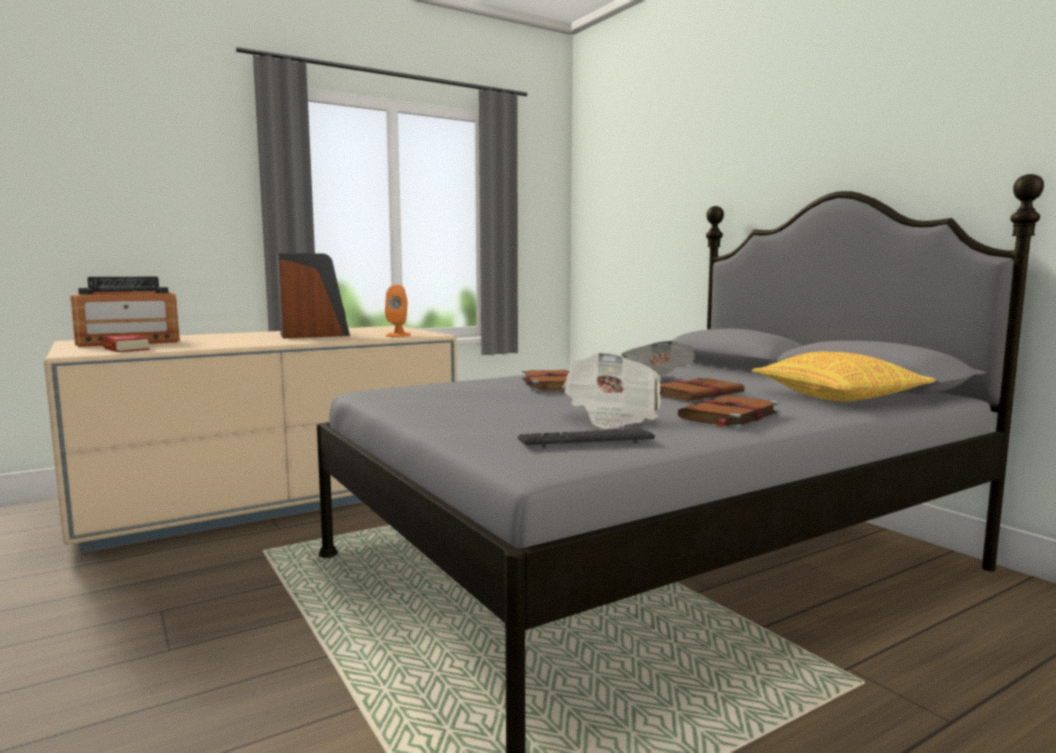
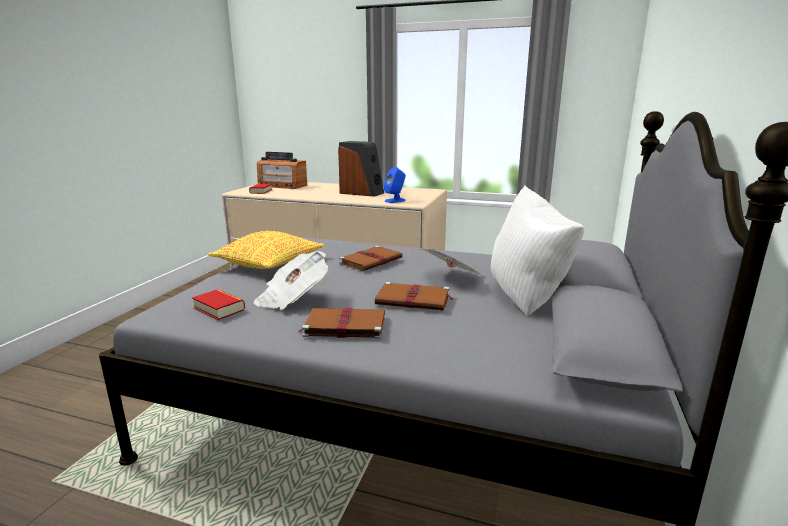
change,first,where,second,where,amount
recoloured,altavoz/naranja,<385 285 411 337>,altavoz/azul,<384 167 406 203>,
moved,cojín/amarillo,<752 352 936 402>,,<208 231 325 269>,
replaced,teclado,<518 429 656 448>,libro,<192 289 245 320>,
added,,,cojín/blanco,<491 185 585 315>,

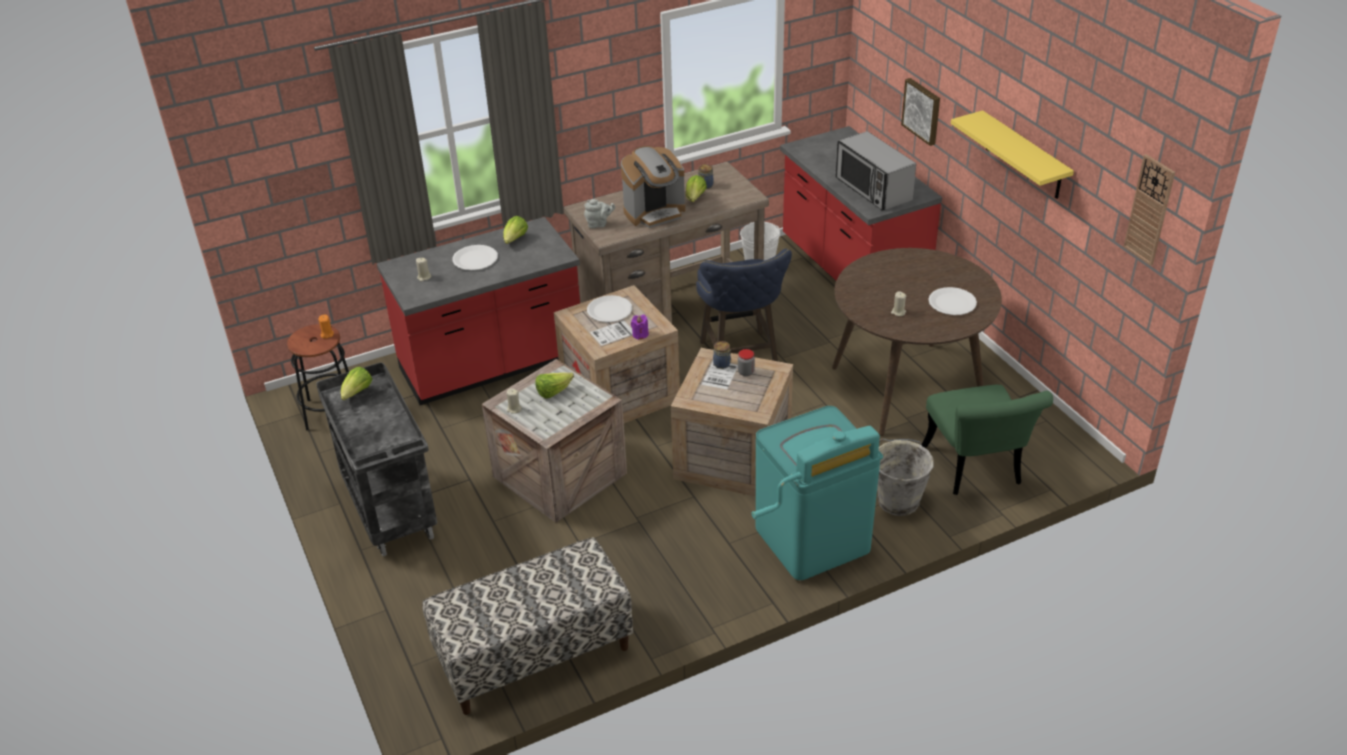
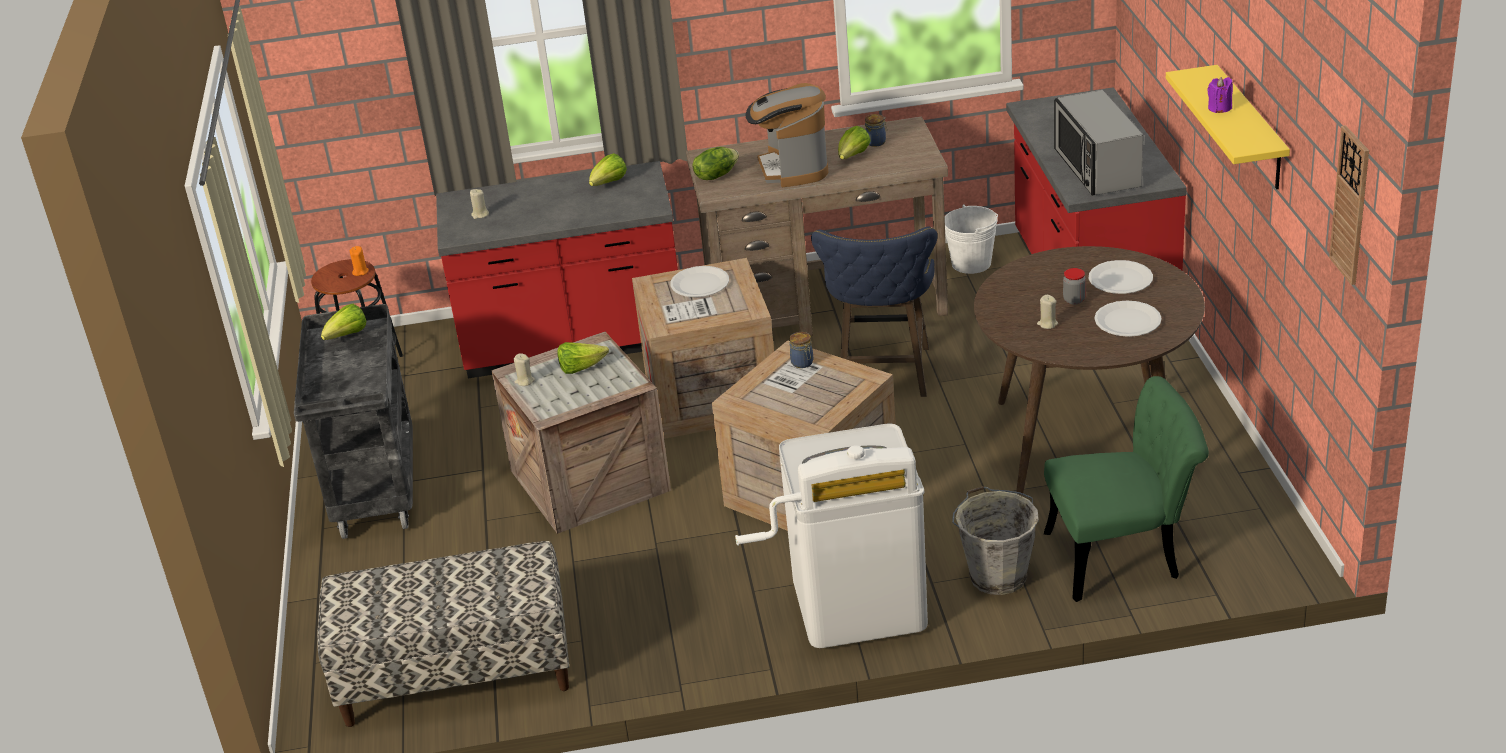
change,first,where,second,where,amount
removed,cuadro,<901 78 940 146>,,,
turned,cafetera,<621 146 685 228>,,<746 83 828 187>,90 degrees clockwise
replaced,tetera/gris,<584 199 615 228>,lechuga,<692 147 739 180>,
moved,plato/blanco,<452 245 498 270>,,<1089 260 1153 294>,
moved,vela/morado,<631 314 649 340>,,<1207 77 1233 113>,
moved,tarro,<738 349 755 376>,,<1063 268 1086 305>,
turned,silla/verde,<921 385 1053 495>,,<1044 376 1209 602>,105 degrees counterclockwise
recoloured,lavadora/turquesa,<751 406 883 580>,lavadora/blanco,<735 424 928 648>,

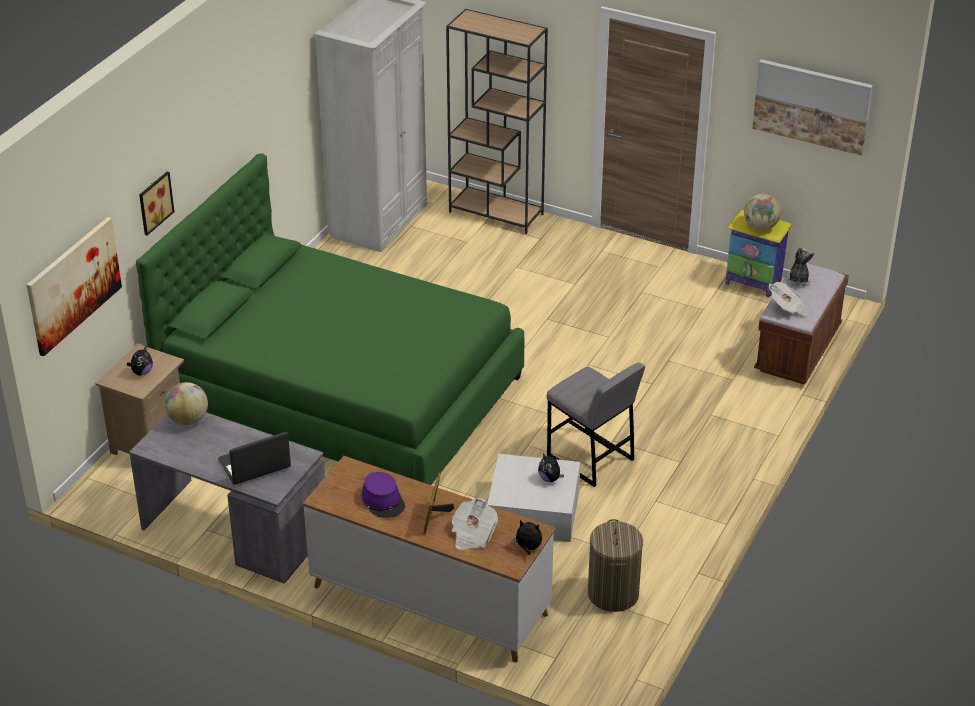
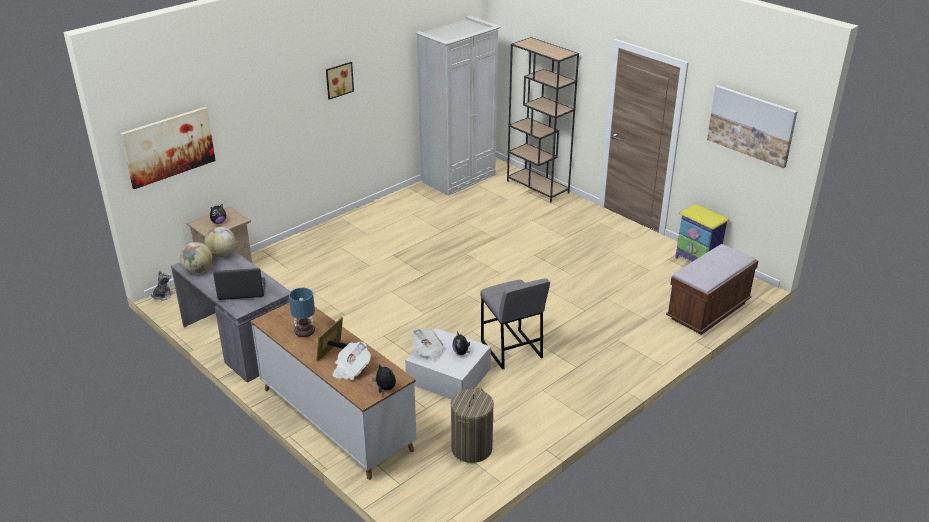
change,first,where,second,where,amount
removed,cama/verde,<136 153 524 485>,,,
moved,cuadro,<139 172 174 235>,,<326 62 354 100>,
moved,globo terráqueo,<744 194 781 230>,,<180 242 212 274>,
moved,peluche,<787 247 814 286>,,<151 271 175 301>,
moved,periódico,<769 282 806 316>,,<411 328 445 361>,
replaced,sombrero/morado,<362 472 405 518>,lámpara de mesa,<289 288 315 337>,

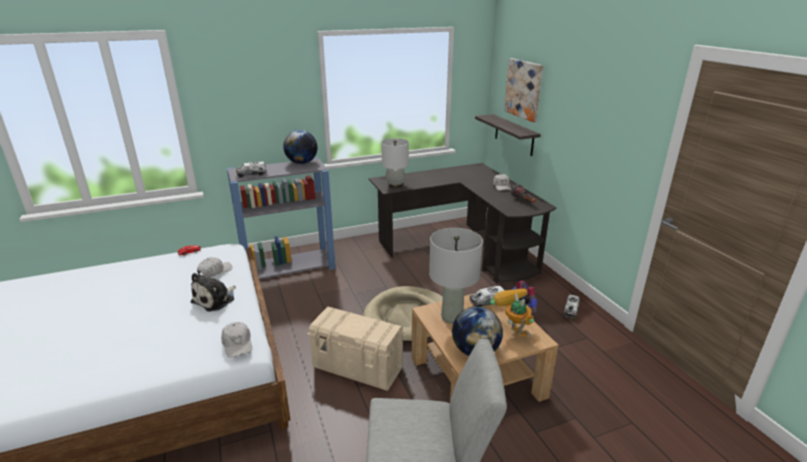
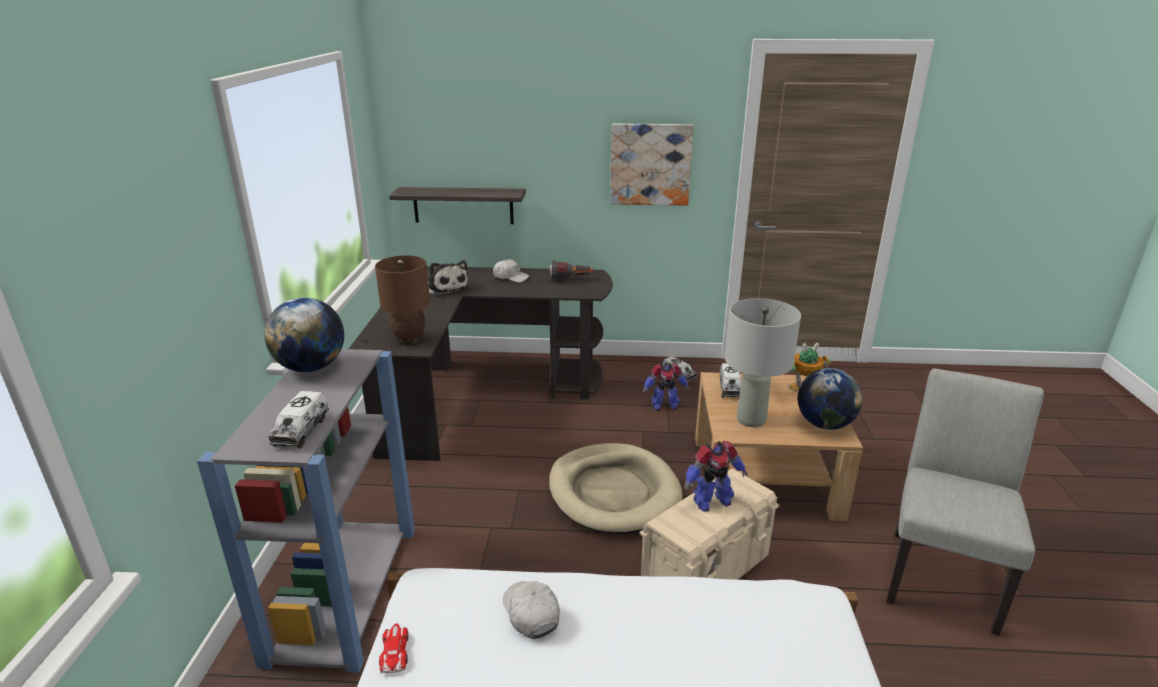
change,first,where,second,where,amount
moved,cuadro,<504 58 543 122>,,<610 123 694 206>,
recoloured,lámpara de mesa/blanco,<381 138 409 188>,lámpara de mesa/marrón,<375 255 430 345>,
moved,peluche,<191 273 236 312>,,<428 260 470 296>,
removed,gorra/blanco,<221 322 252 358>,,,
added,,,robot de juguete,<684 441 748 512>,

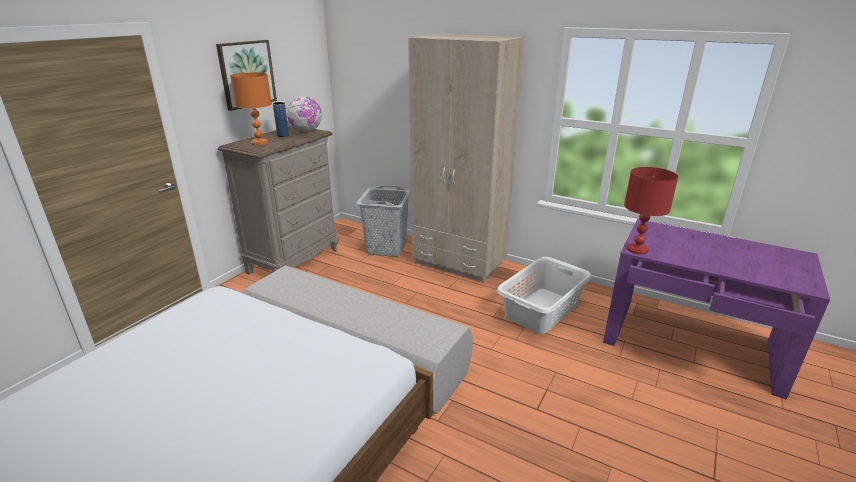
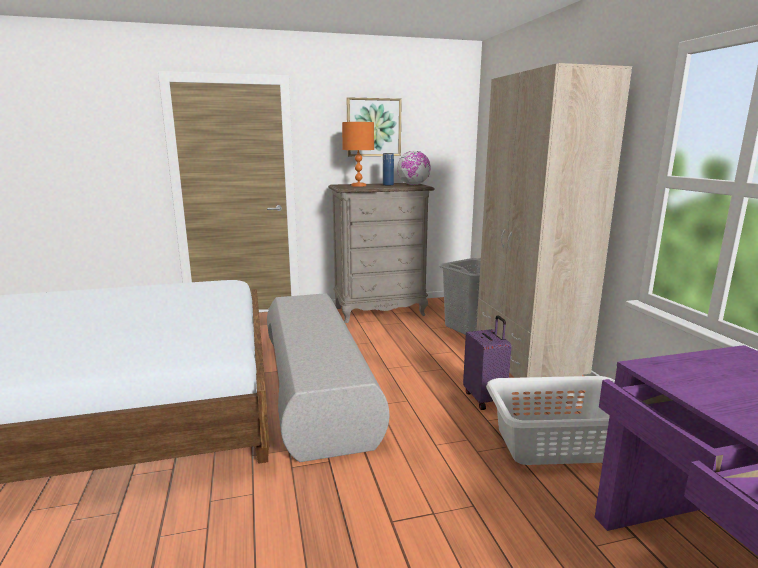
change,first,where,second,where,amount
removed,lámpara de mesa/rojo,<624 167 678 255>,,,
added,,,maleta/morado,<463 315 511 410>,

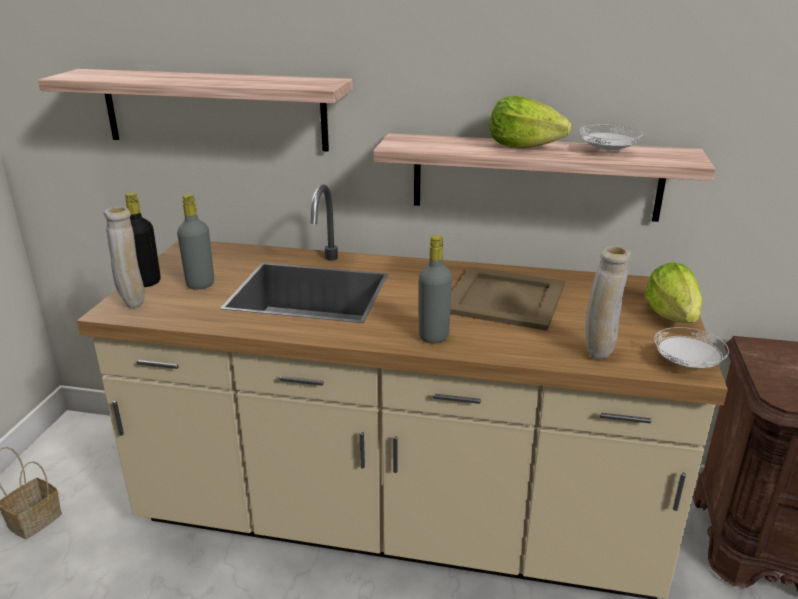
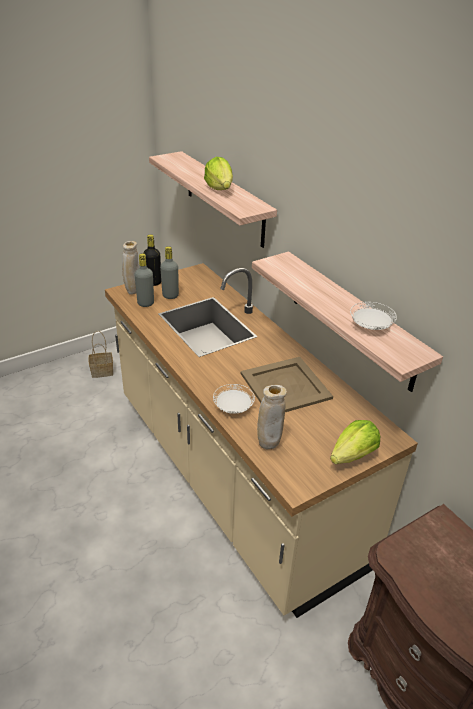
change,first,where,second,where,amount
moved,lechuga,<489 96 571 148>,,<204 157 233 190>,
moved,botella/gris,<419 235 452 344>,,<135 253 154 307>,
moved,plato/blanco,<654 327 729 368>,,<213 384 255 414>,

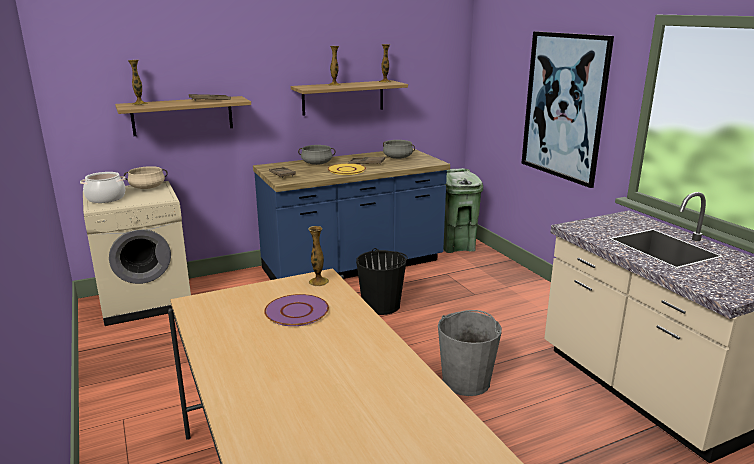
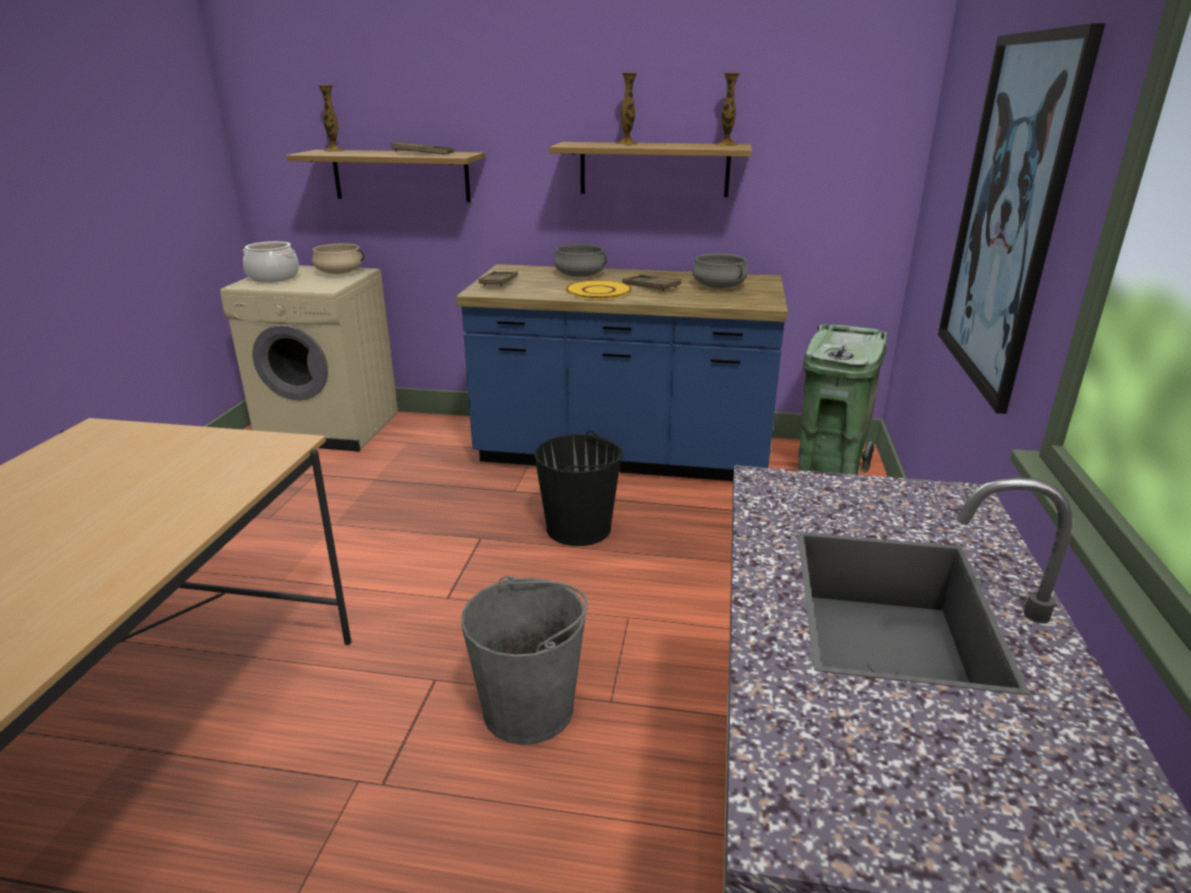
change,first,where,second,where,amount
removed,florero,<308 226 329 286>,,,
removed,plato/morado,<264 294 329 326>,,,

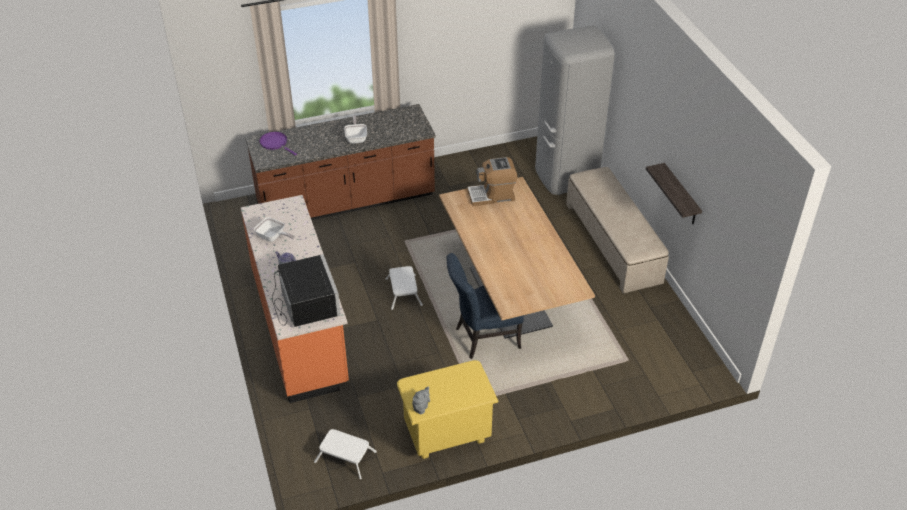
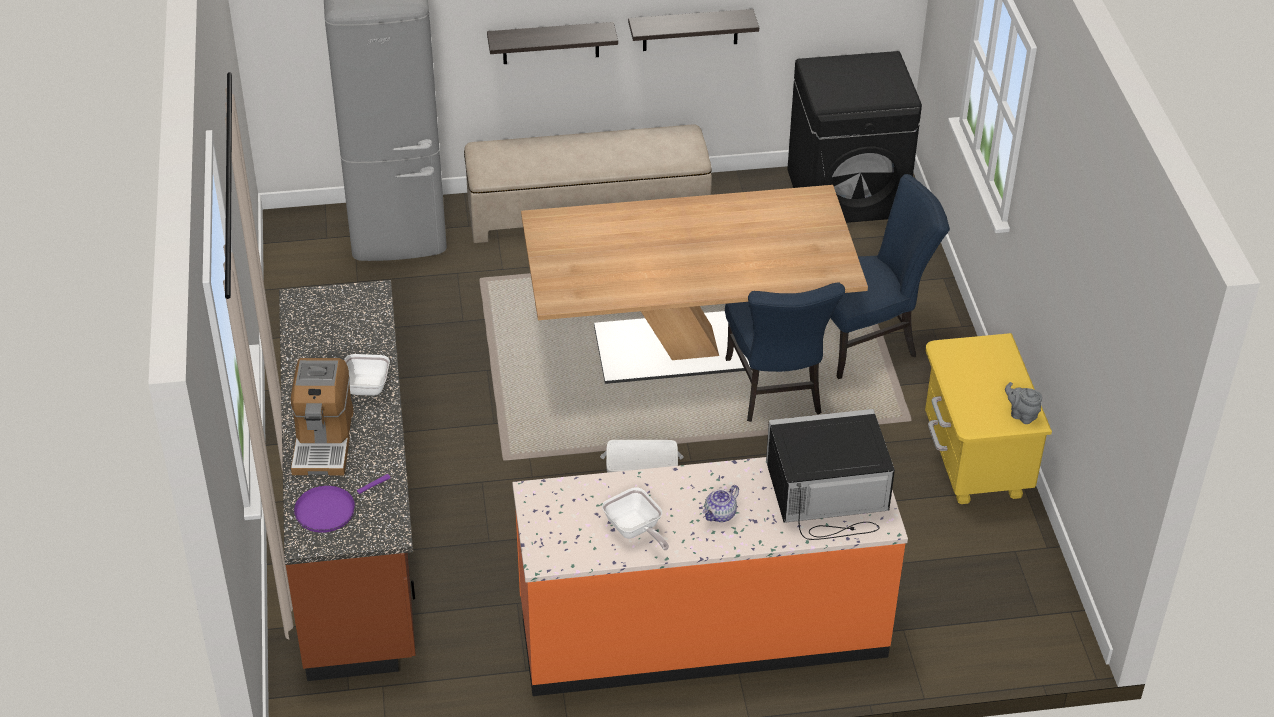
change,first,where,second,where,amount
moved,cafetera,<467 157 517 206>,,<291 358 354 475>,
turned,sartén,<254 217 295 242>,,<602 487 669 550>,105 degrees clockwise
removed,escalera de tijera/blanco,<314 429 377 479>,,,
added,,,estante,<487 22 618 64>,
added,,,lavadora/negro,<787 51 922 223>,
added,,,silla/azul,<831 174 950 379>,

